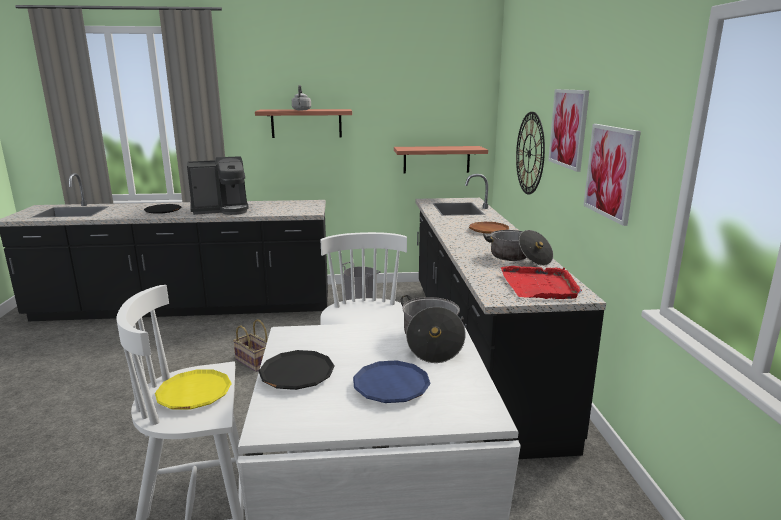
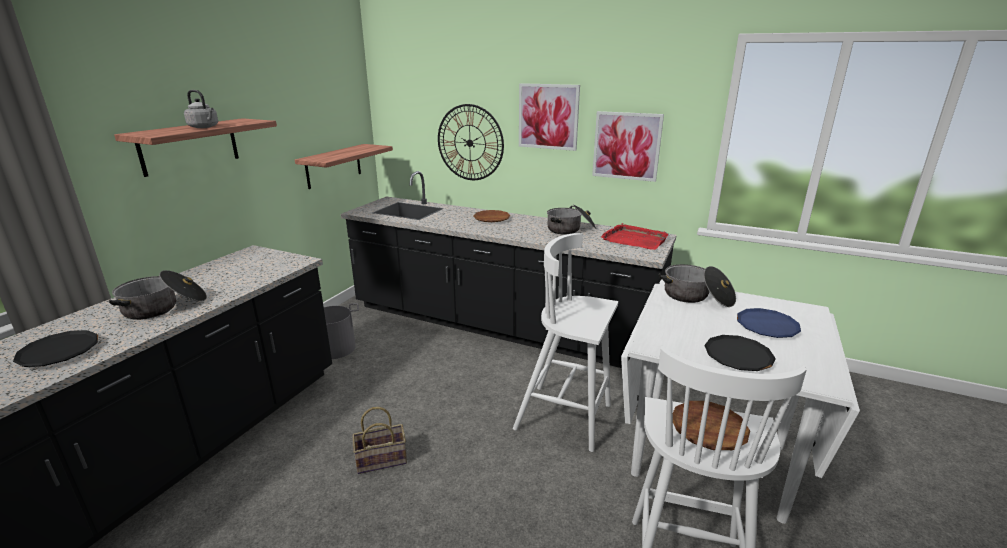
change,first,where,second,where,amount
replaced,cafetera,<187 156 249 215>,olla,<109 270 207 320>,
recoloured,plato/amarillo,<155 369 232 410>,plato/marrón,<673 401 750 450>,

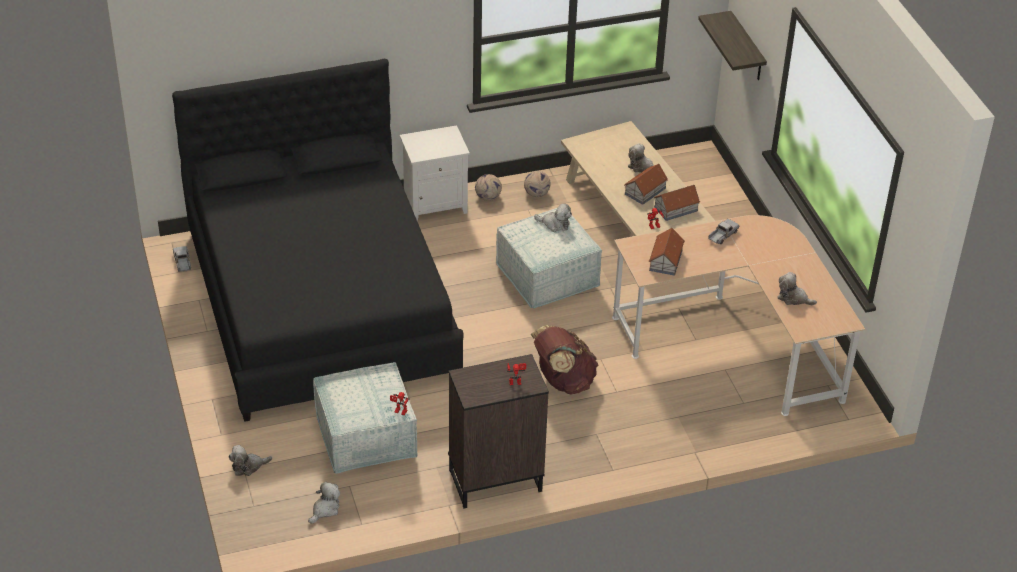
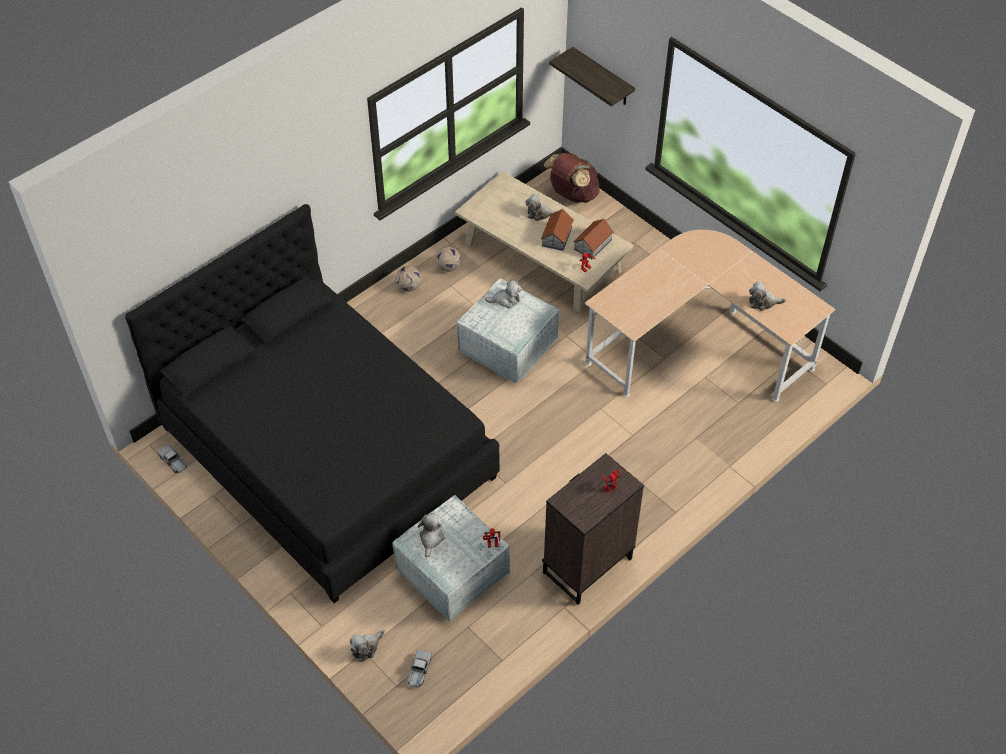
change,first,where,second,where,amount
removed,mesita de noche/blanco,<400 125 470 221>,,,
moved,camión de juguete,<708 219 739 244>,,<408 650 432 688>,
removed,casita,<649 228 685 276>,,,
moved,mochila/marrón,<531 325 598 394>,,<544 153 600 203>,
moved,peluche,<308 482 340 523>,,<417 513 445 557>,

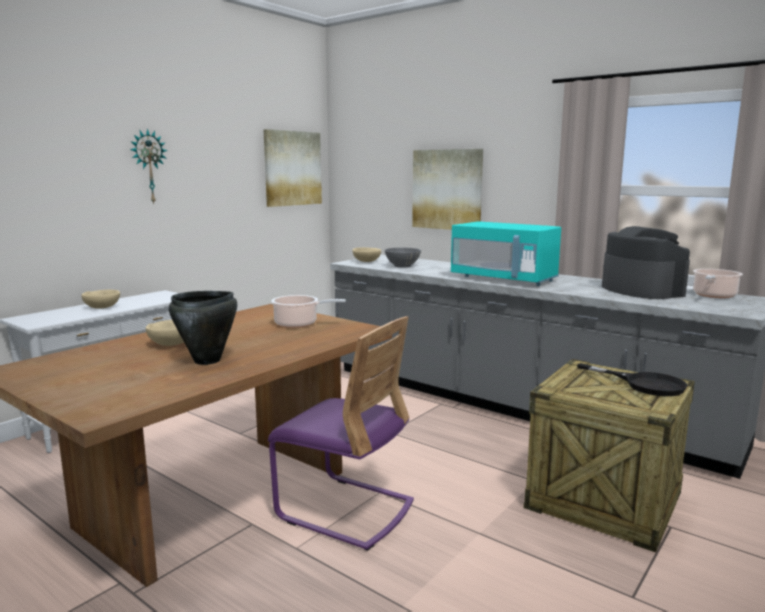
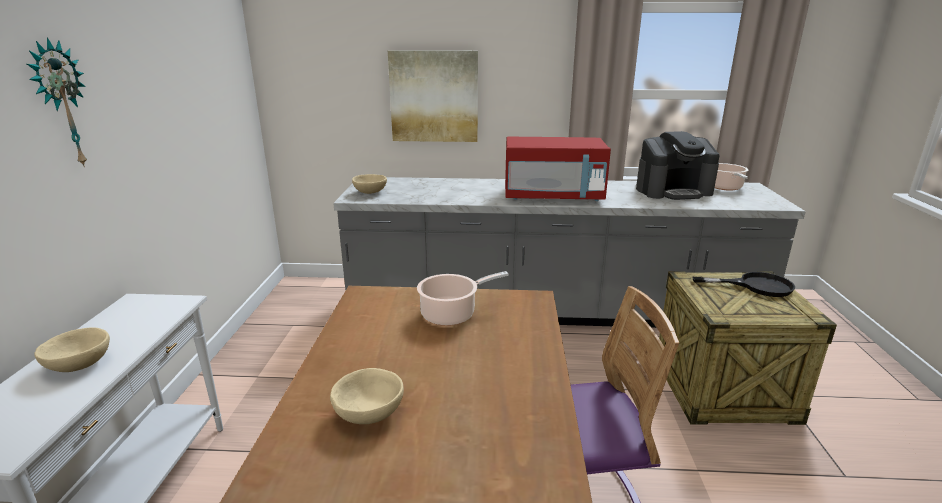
change,first,where,second,where,amount
removed,cuadro,<263 129 322 207>,,,
recoloured,microondas/turquesa,<451 221 561 286>,microondas/rojo,<505 137 611 201>,
turned,cafetera,<602 226 690 299>,,<636 131 720 200>,135 degrees clockwise
removed,cuenco/gris,<385 248 421 268>,,,
removed,olla/negro,<169 291 237 365>,,,

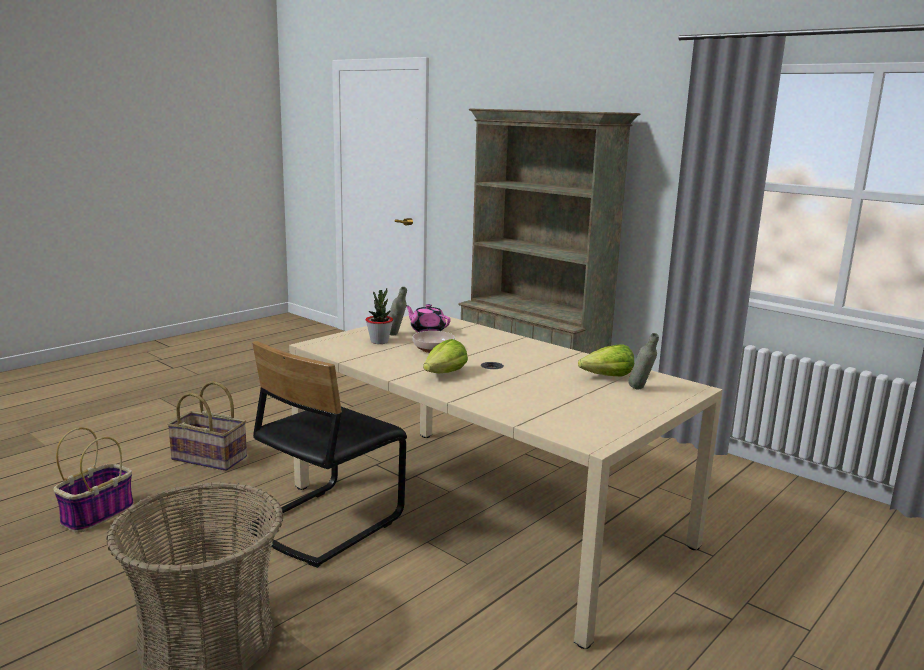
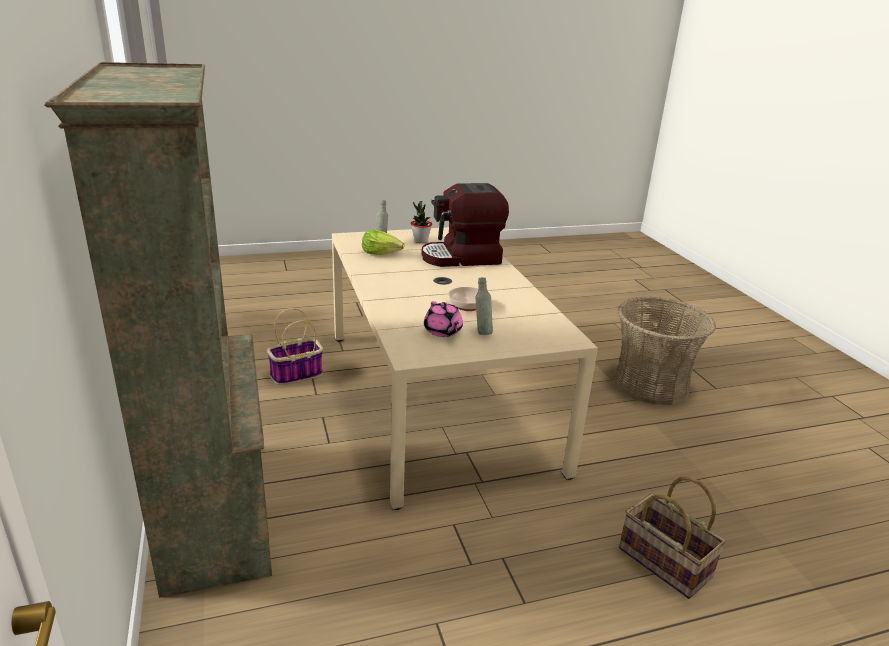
change,first,where,second,where,amount
moved,planta en maceta,<366 288 393 344>,,<411 201 432 243>,
removed,lechuga,<423 339 468 373>,,,
removed,silla/negro,<246 341 407 568>,,,
moved,cesta,<53 427 134 532>,,<267 308 323 385>,
added,,,cafetera,<421 183 509 267>,

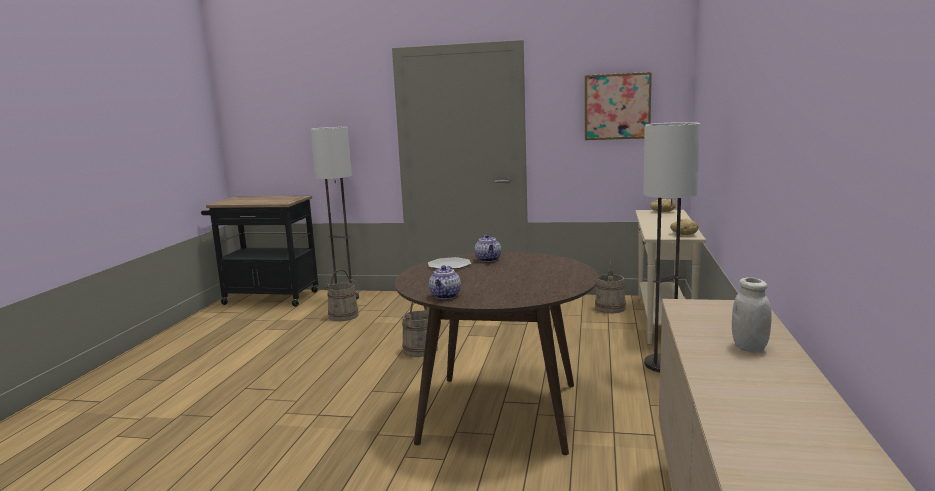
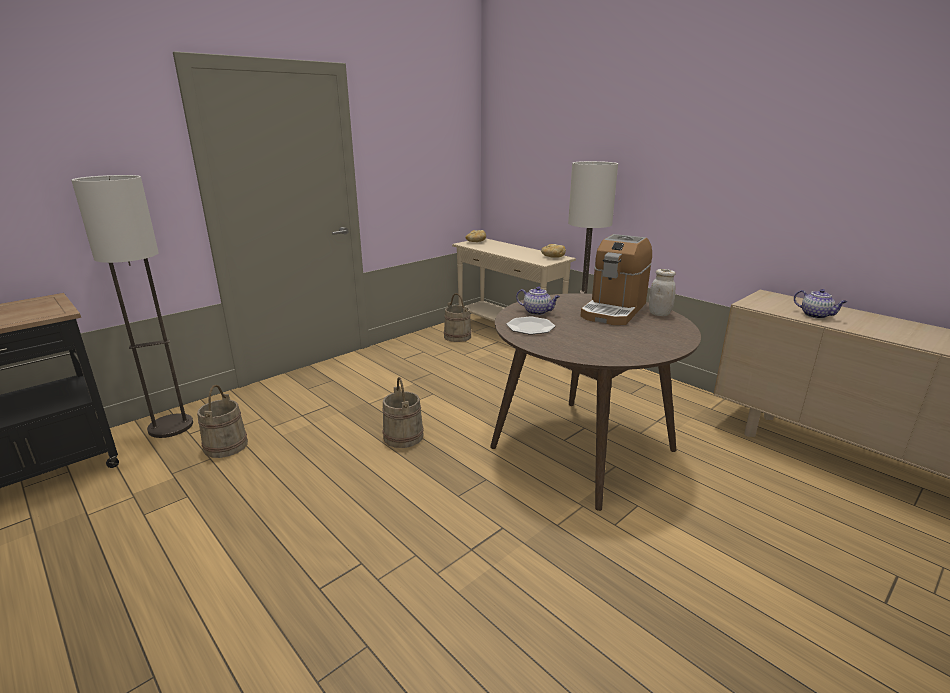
change,first,where,second,where,amount
removed,cuadro,<585 72 652 140>,,,
moved,tetera,<429 266 461 299>,,<794 289 847 319>,
moved,tarro/blanco,<732 277 771 353>,,<649 269 675 316>,
added,,,cafetera,<581 234 652 325>,

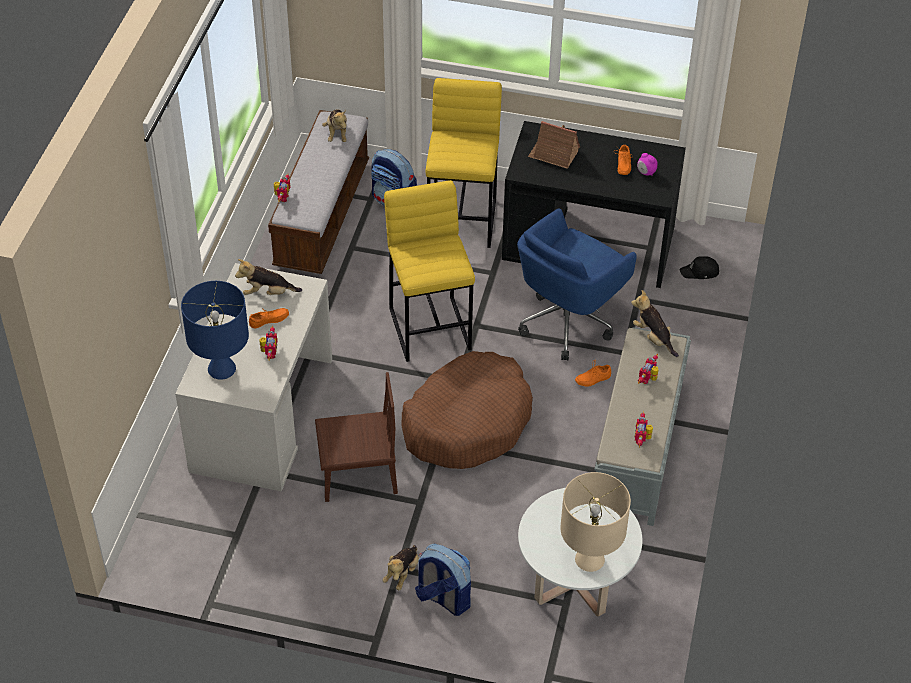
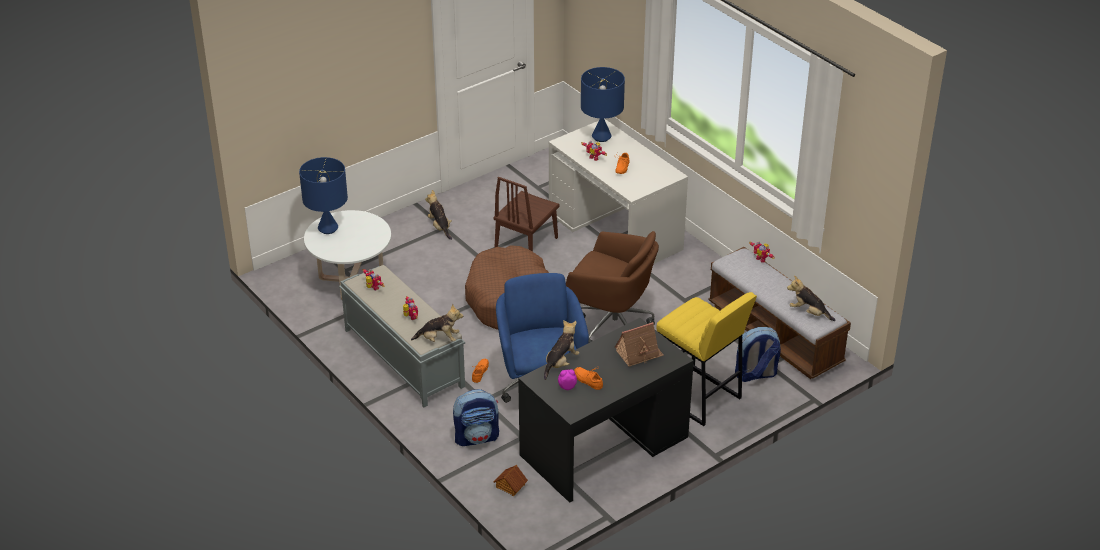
change,first,where,second,where,amount
replaced,taburete/amarillo,<384 180 475 362>,silla de oficina/marrón,<566 231 659 343>,
replaced,gorra/negro,<679 256 719 279>,casita,<494 465 528 496>,
moved,peluche,<235 259 302 295>,,<544 320 580 380>,
recoloured,lámpara de mesa/beis,<560 472 631 572>,lámpara de mesa/azul,<299 157 348 234>,
moved,mochila,<415 544 471 616>,,<453 389 499 446>,

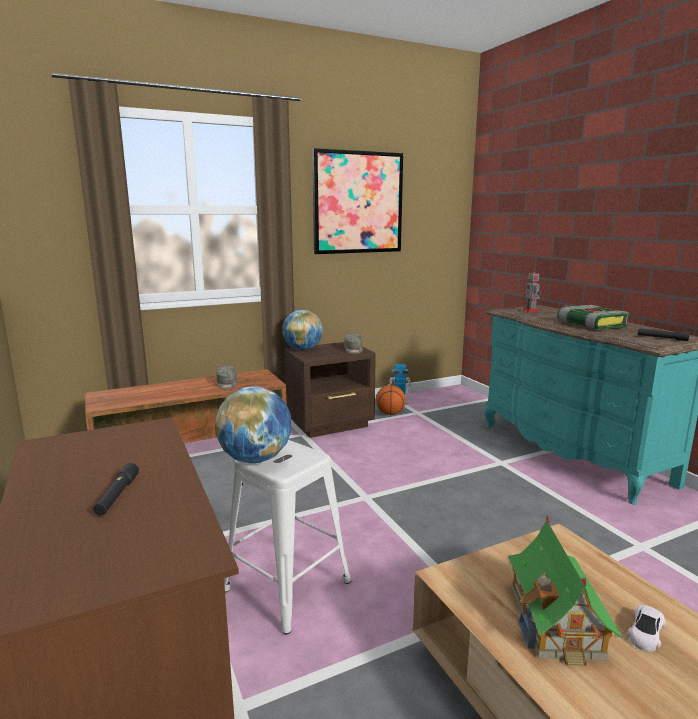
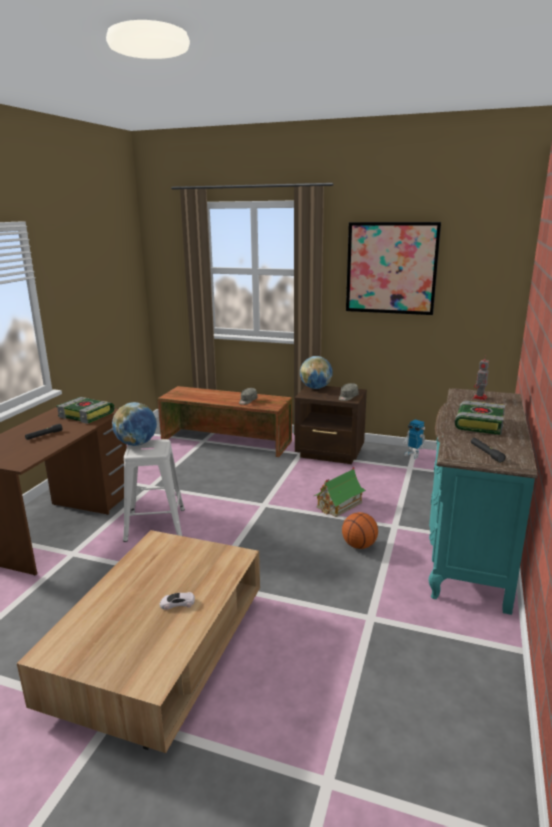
change,first,where,second,where,amount
moved,balón de baloncesto,<376 385 406 415>,,<342 512 378 549>,
moved,casita,<508 516 625 666>,,<314 466 366 517>,
added,,,libro,<57 397 114 424>,

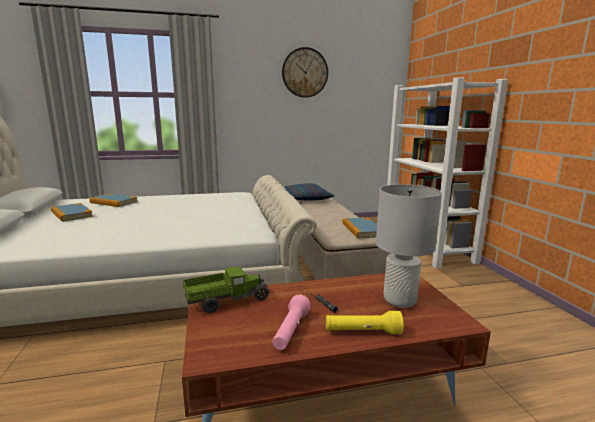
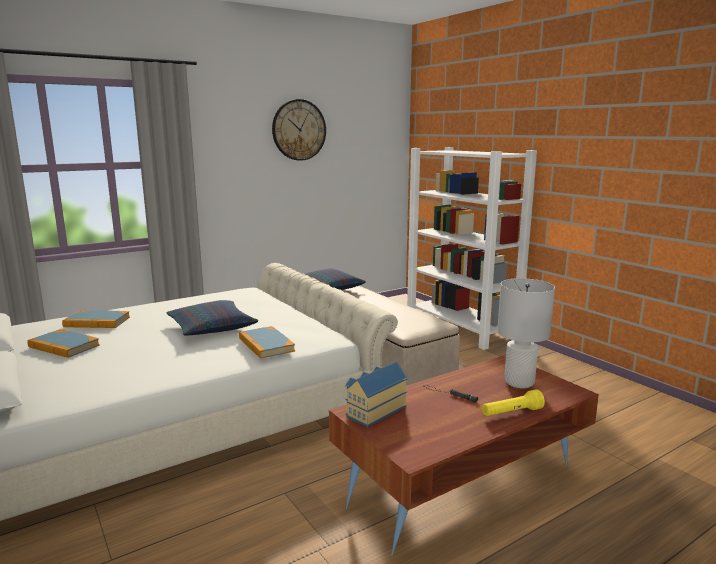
change,first,where,second,where,amount
moved,libro,<342 218 377 239>,,<239 326 295 359>,
replaced,camión de juguete,<183 267 270 313>,casita,<345 362 408 428>,
removed,linterna/rosa,<272 294 311 350>,,,
added,,,cojín/azul,<167 300 258 336>,

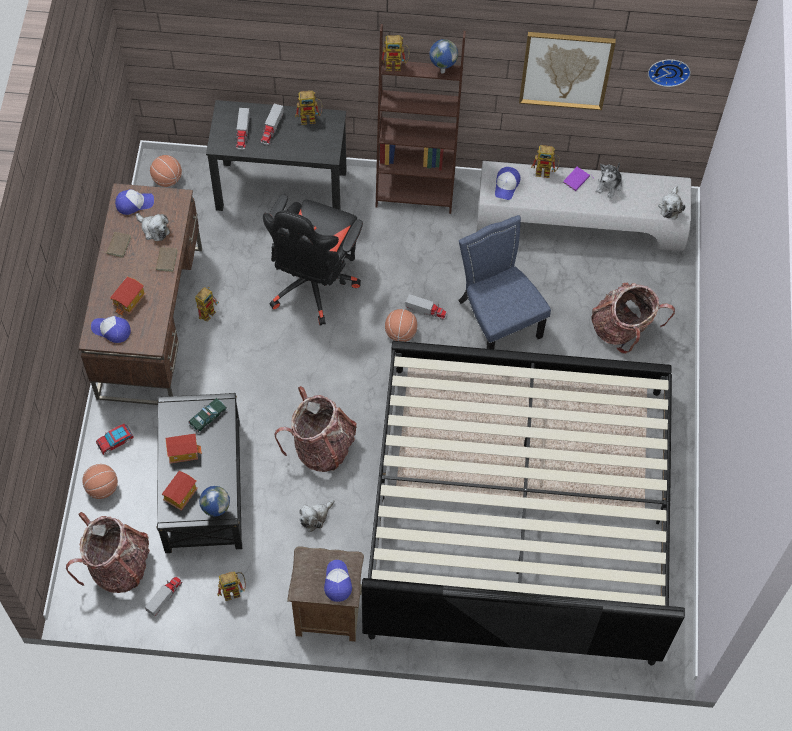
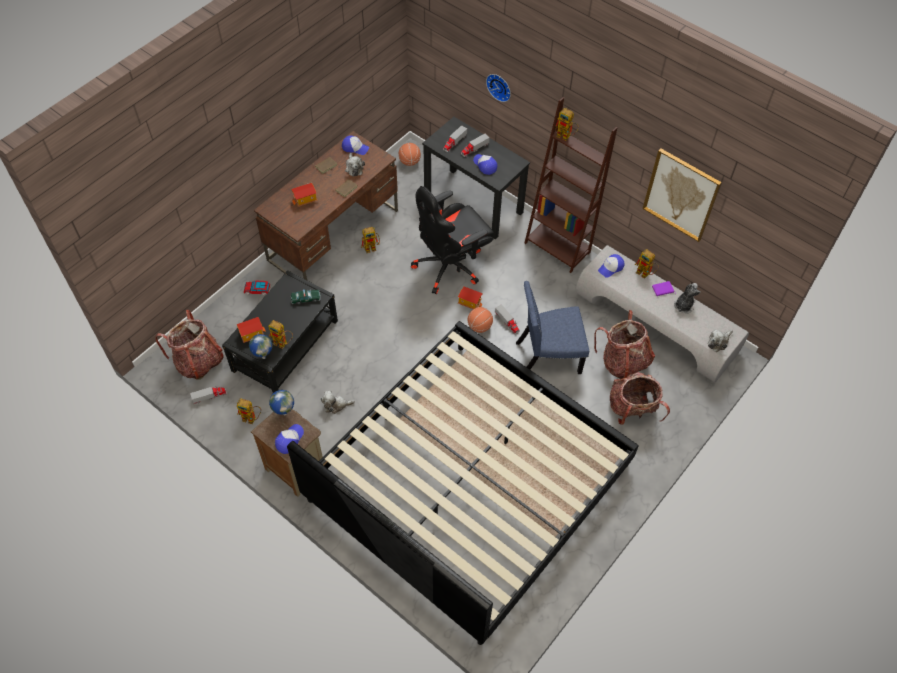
change,first,where,second,where,amount
moved,globo terráqueo,<429 39 458 74>,,<269 390 294 415>,
moved,reloj de pared,<648 59 691 87>,,<486 74 511 102>,
moved,robot de juguete,<295 91 322 125>,,<268 320 293 349>,
turned,peluche,<596 162 622 199>,,<674 283 701 314>,150 degrees clockwise
turned,silla/azul,<458 215 551 349>,,<516 281 589 374>,105 degrees counterclockwise
moved,gorra,<91 316 131 343>,,<473 154 497 175>,
moved,mochila,<274 386 357 472>,,<594 310 655 379>,
moved,casita,<166 434 202 464>,,<458 286 483 309>,
removed,balón de baloncesto,<82 464 118 499>,,,

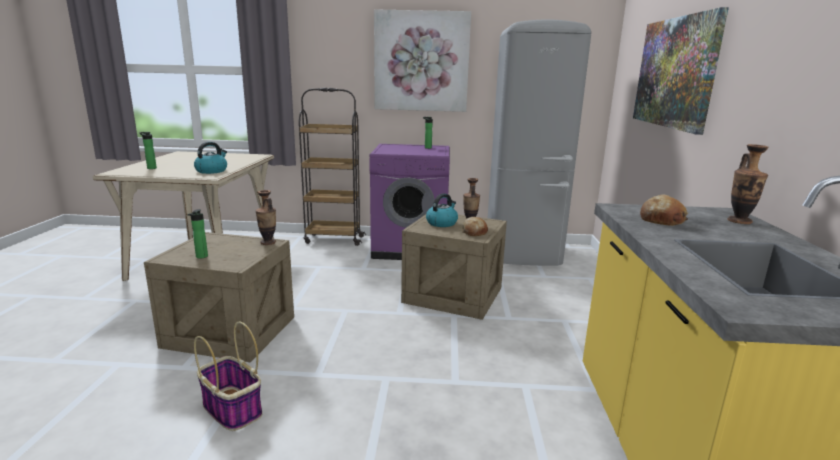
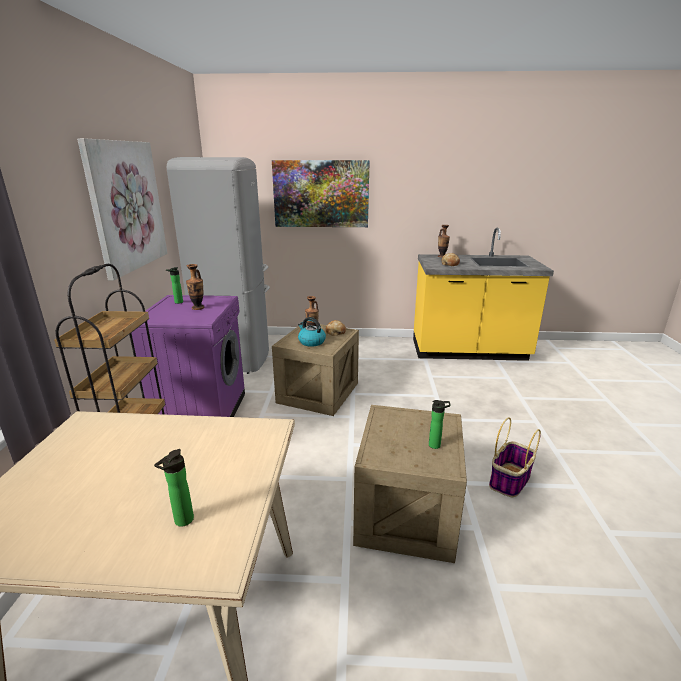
change,first,where,second,where,amount
removed,hervidor,<194 142 227 174>,,,
moved,florero,<255 190 276 245>,,<186 264 205 310>,

